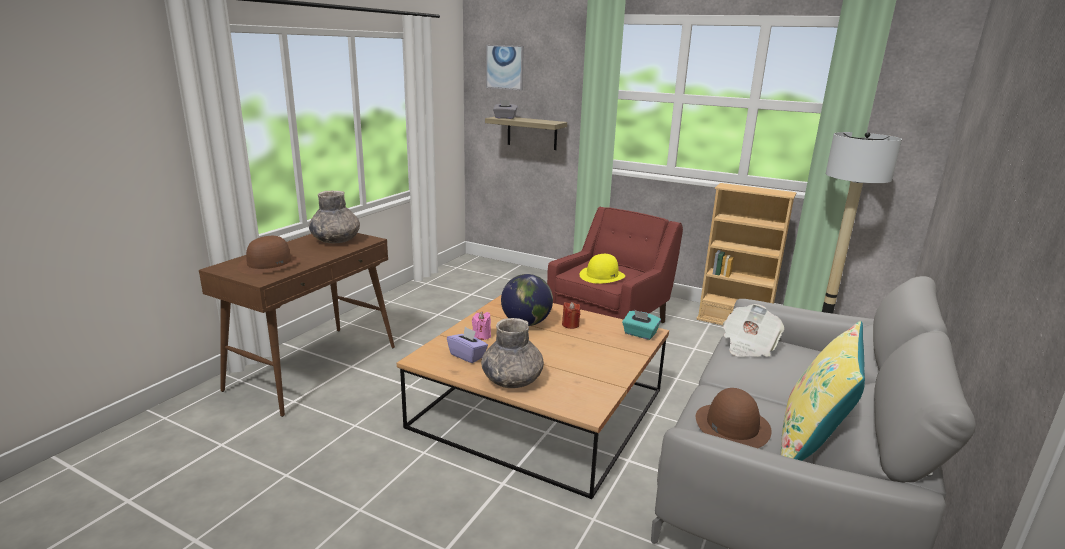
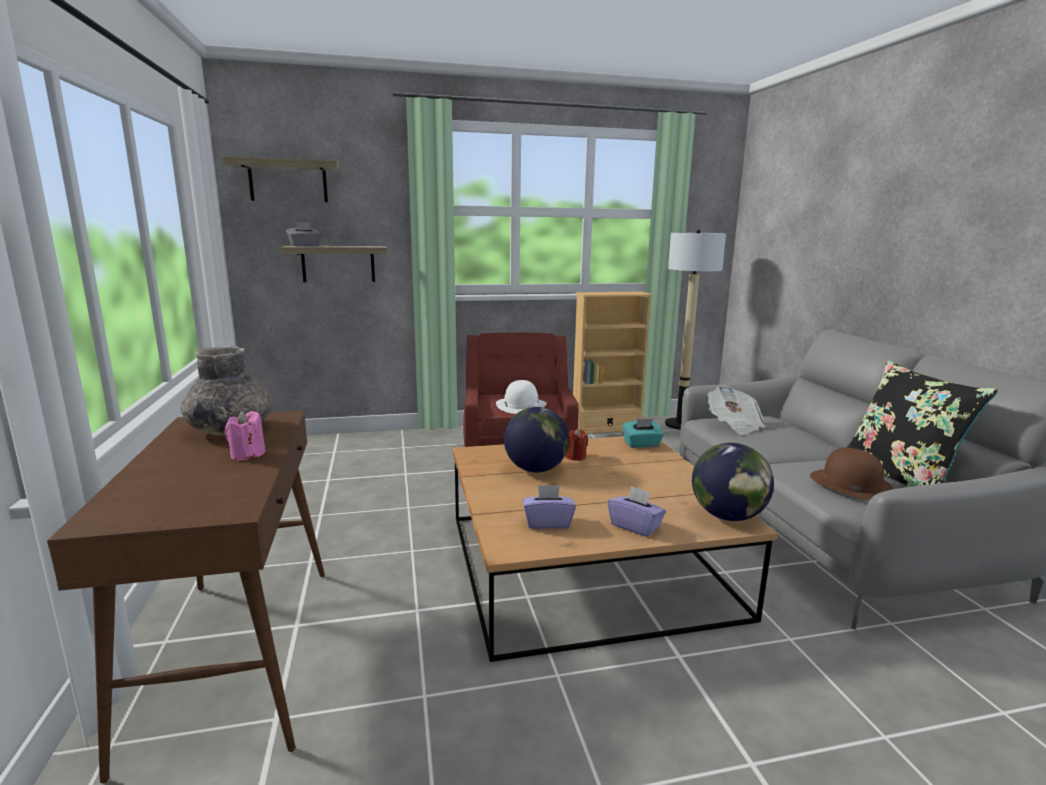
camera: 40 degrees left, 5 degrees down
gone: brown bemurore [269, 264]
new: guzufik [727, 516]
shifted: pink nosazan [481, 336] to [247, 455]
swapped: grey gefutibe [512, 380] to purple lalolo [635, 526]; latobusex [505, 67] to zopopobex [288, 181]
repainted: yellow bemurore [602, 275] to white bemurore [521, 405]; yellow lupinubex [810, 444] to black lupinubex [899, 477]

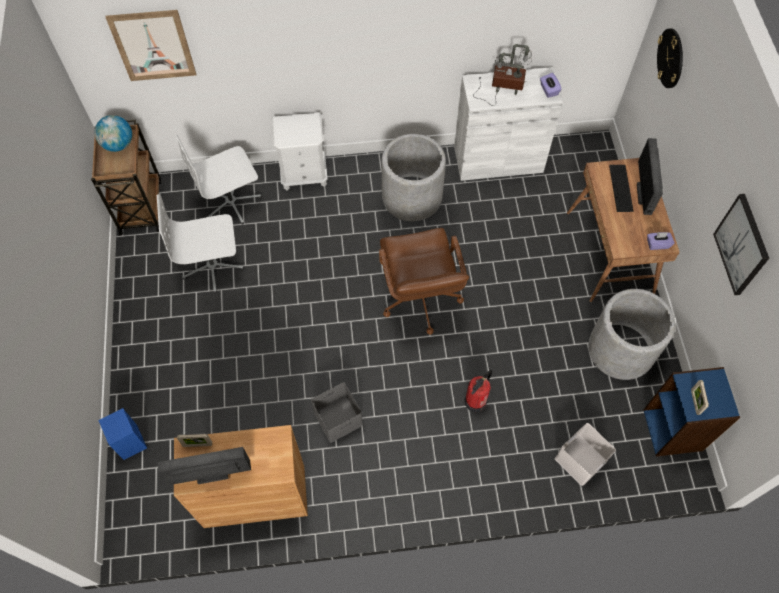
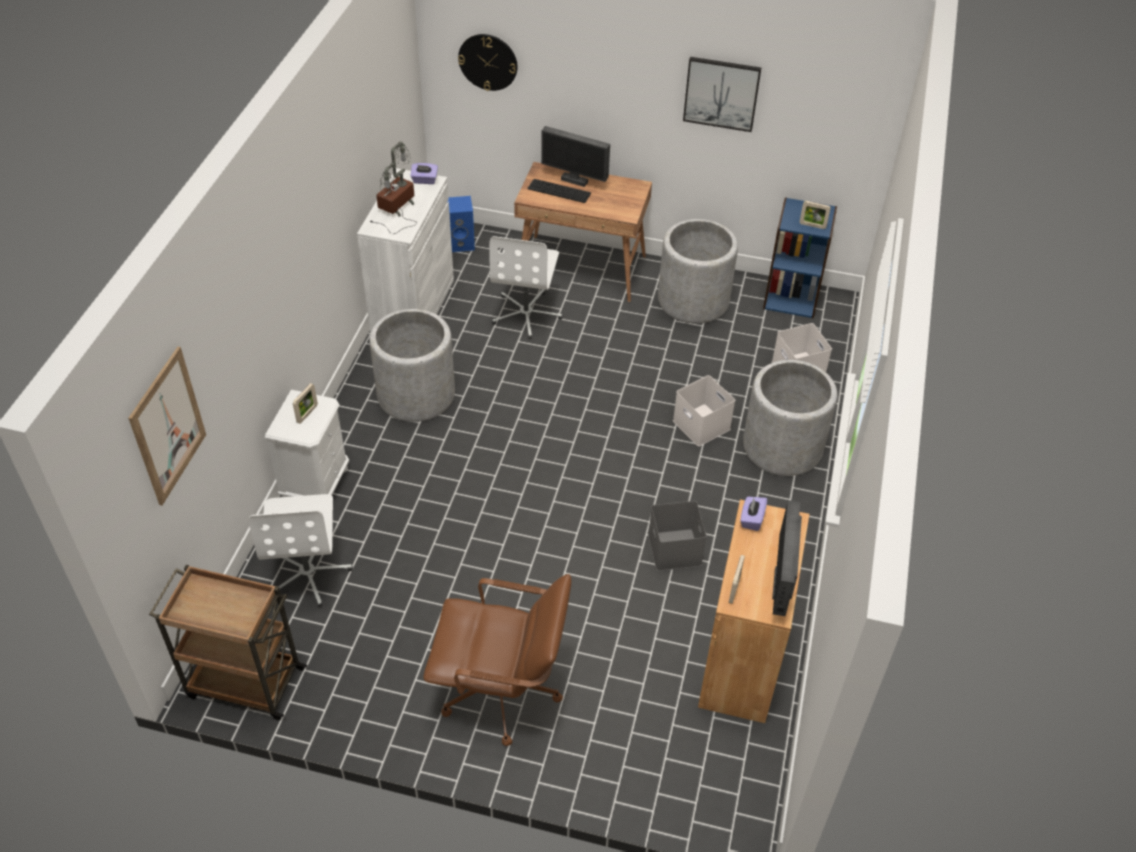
camera: 70 degrees left, 15 degrees down
gone: guzufik [118, 144]
new: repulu [307, 414]; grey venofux [782, 447]
shifted: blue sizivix [131, 442] to [460, 243]; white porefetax [213, 266] to [526, 314]; brown porefetax [420, 299] to [502, 693]; purple lalolo [657, 244] to [751, 519]
swapped: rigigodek [476, 401] to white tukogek [702, 425]

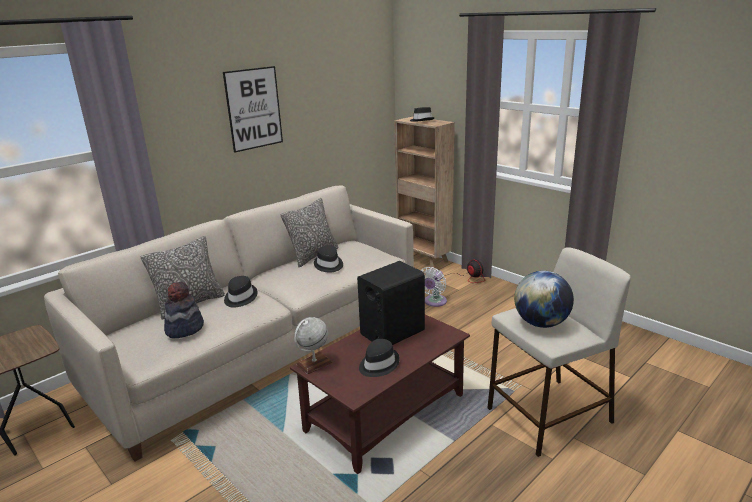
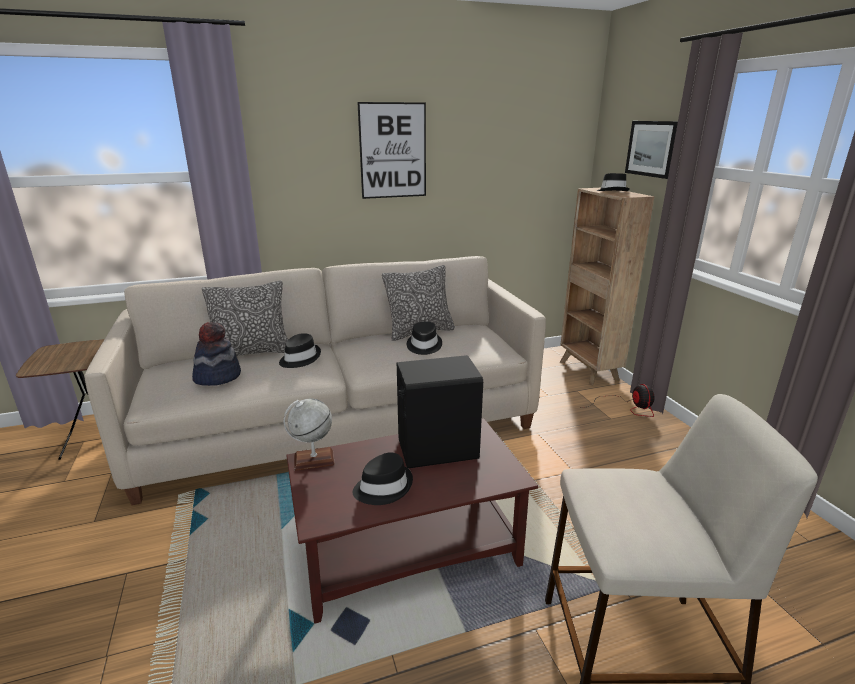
camera: 25 degrees right, 0 degrees up
gone: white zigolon [434, 302]; guzufik [541, 323]
new: latobusex [652, 148]

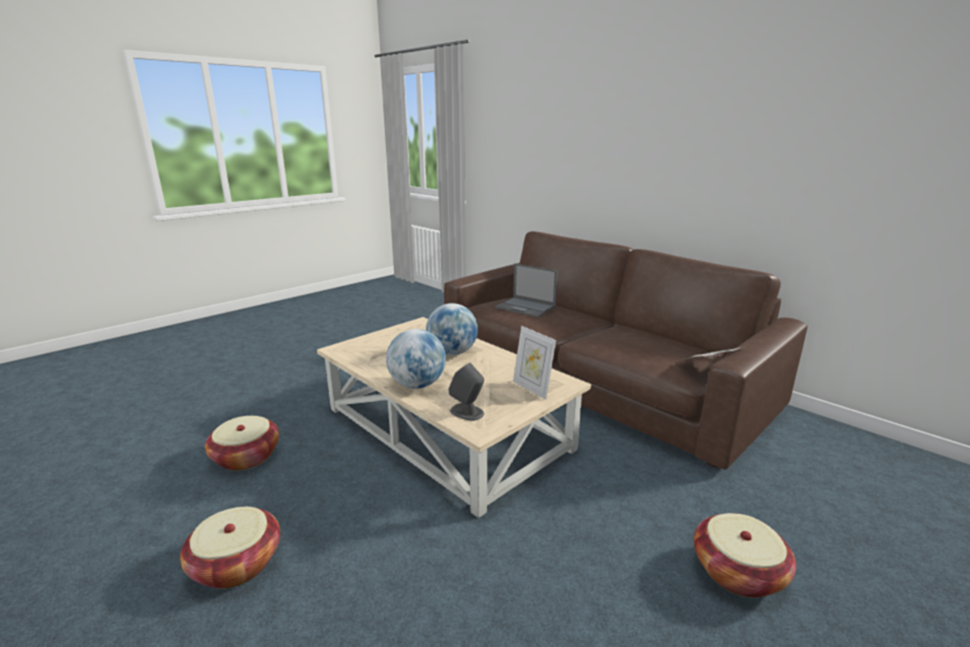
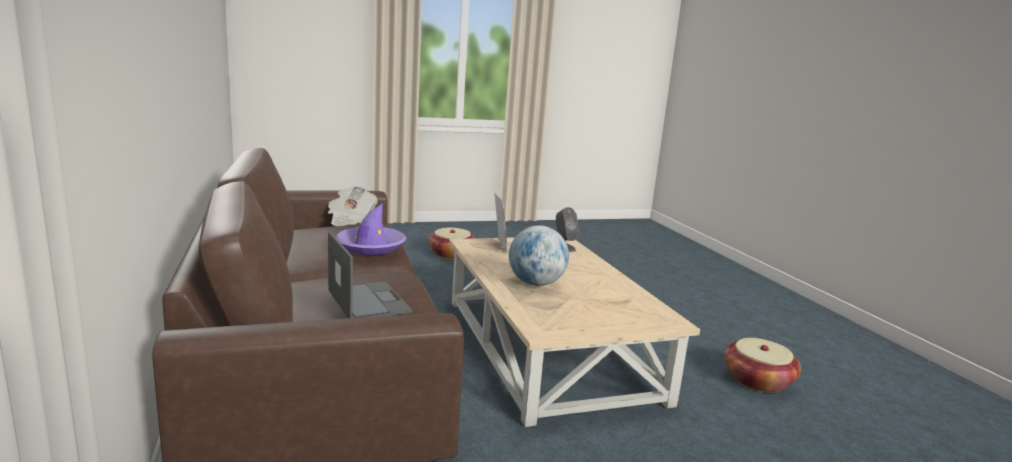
camera: 155 degrees left, 5 degrees down
gone: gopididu [236, 564]; guzufik [417, 385]
new: purple bemurore [371, 246]

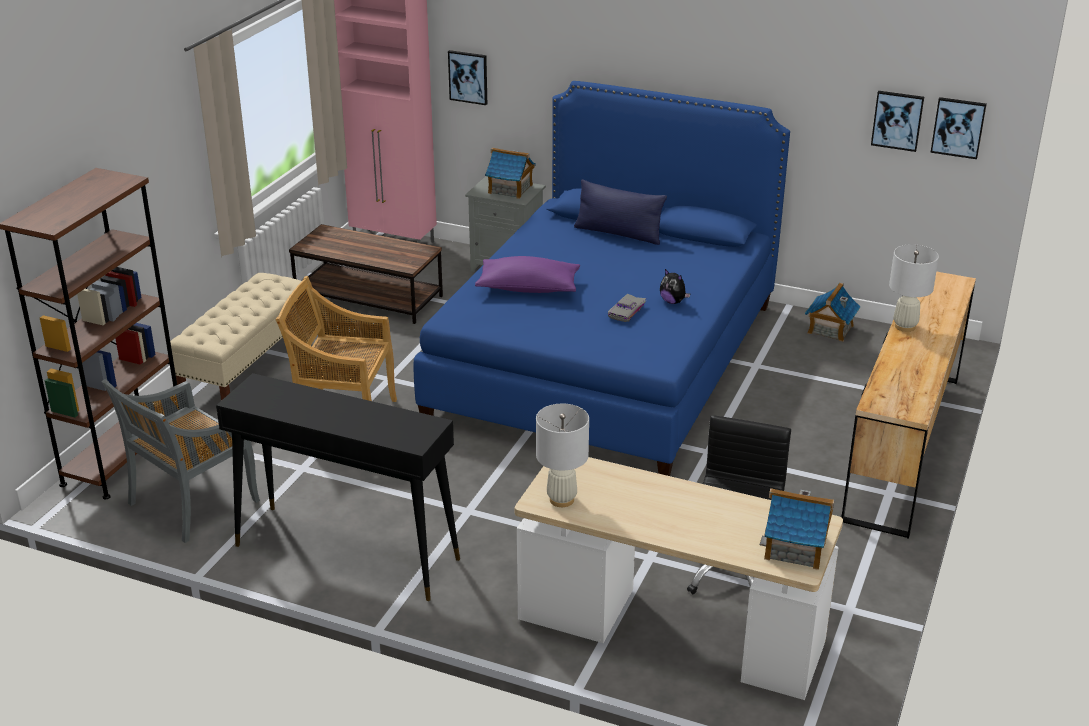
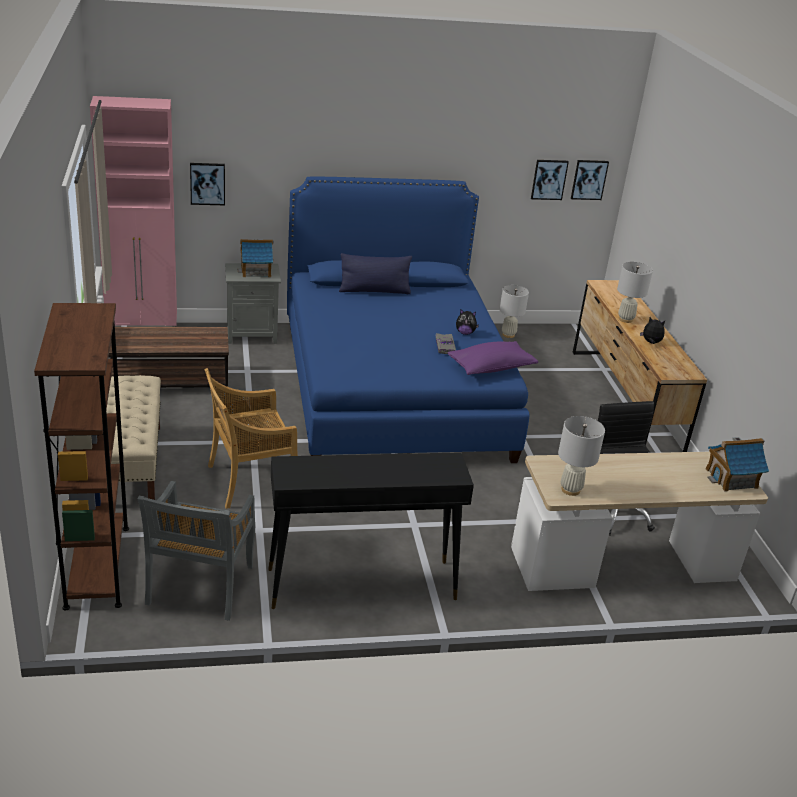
camera: 35 degrees left, 0 degrees up
new: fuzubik [651, 343]
shifted: purple lupinubex [528, 288] to [491, 368]
swapped: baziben [830, 329] to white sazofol [508, 335]

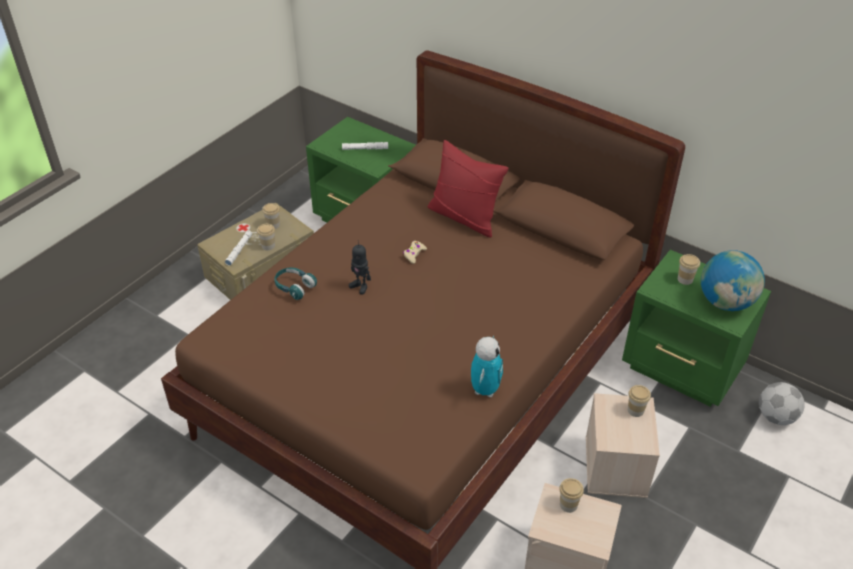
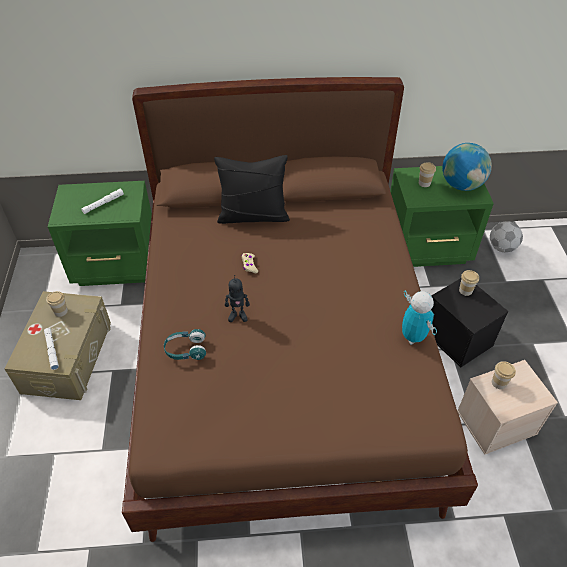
camera: 40 degrees left, 5 degrees up
gone: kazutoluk [268, 246]
repainted: red lupinubex [464, 217] to black lupinubex [253, 216]; beige tukogek [616, 467] to black tukogek [458, 338]

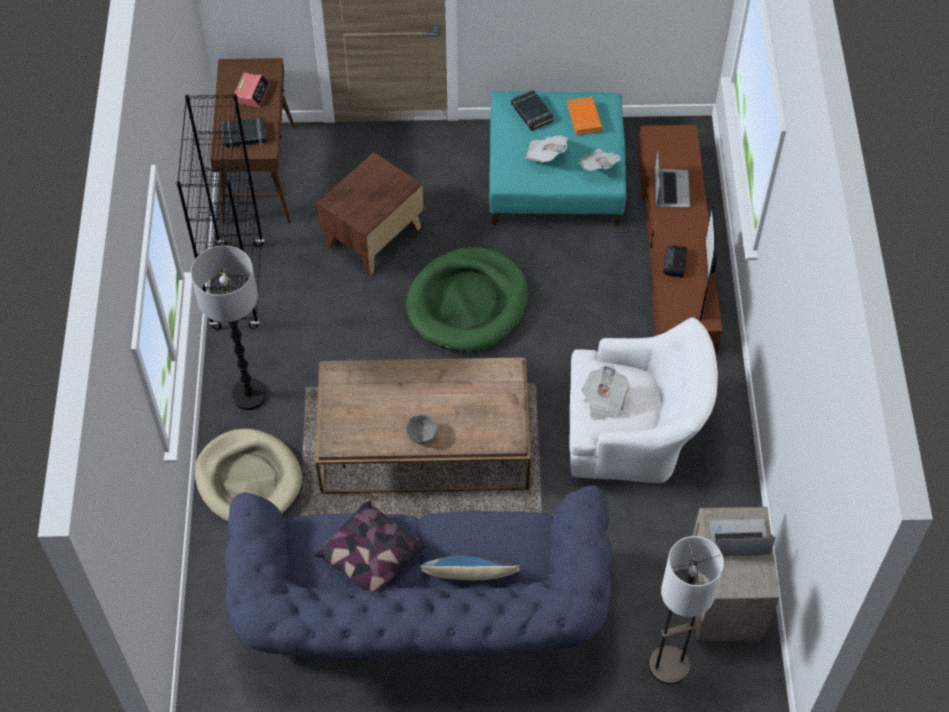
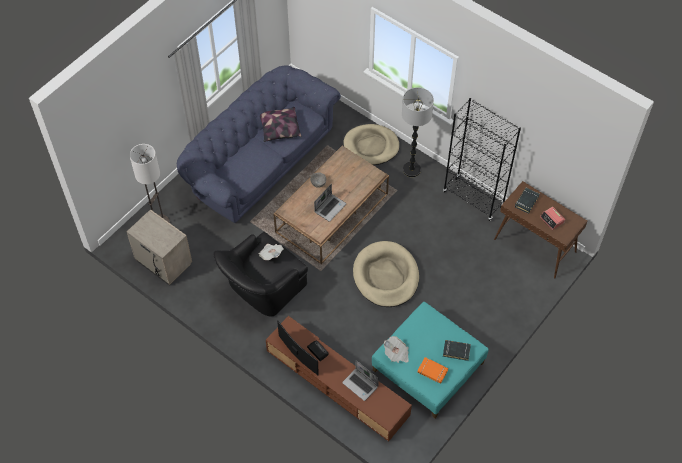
camera: 130 degrees right, 0 degrees up
gone: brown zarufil [372, 236]; lupinubex [470, 578]; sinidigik [545, 155]
shifted: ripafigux [737, 540] to [330, 207]
repainted: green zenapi [468, 303] to beige zenapi [386, 276]; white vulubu [634, 433] to black vulubu [262, 288]

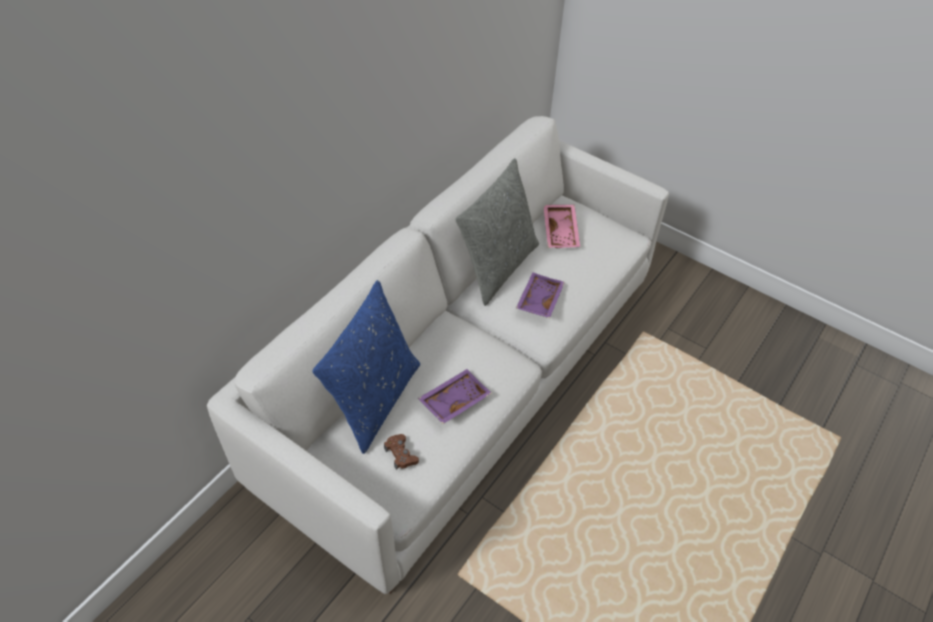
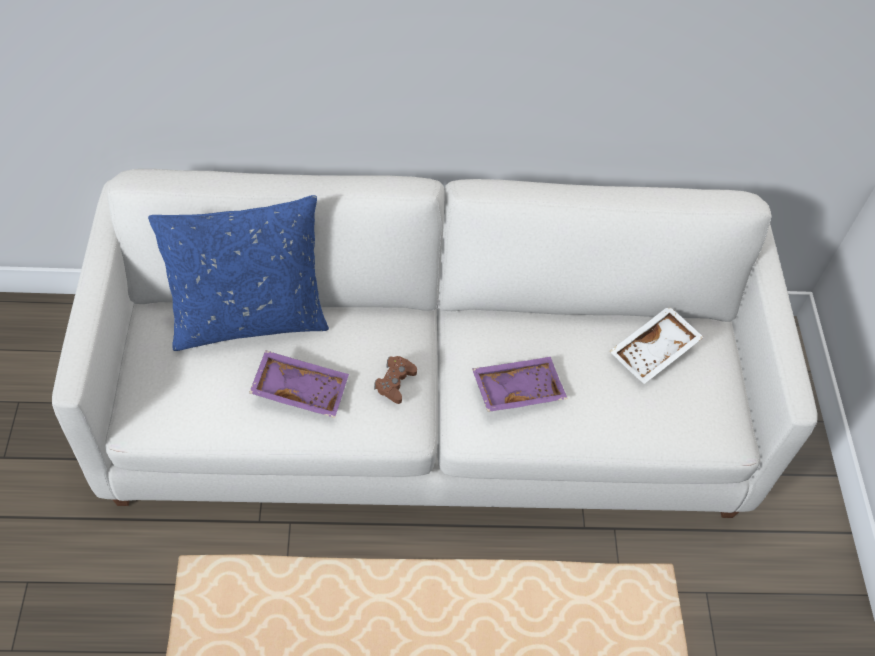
camera: 50 degrees right, 5 degrees up
gone: grey lupinubex [497, 266]
shifted: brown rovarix [401, 454] to [395, 382]
repainted: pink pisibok [561, 231] to white pisibok [654, 352]

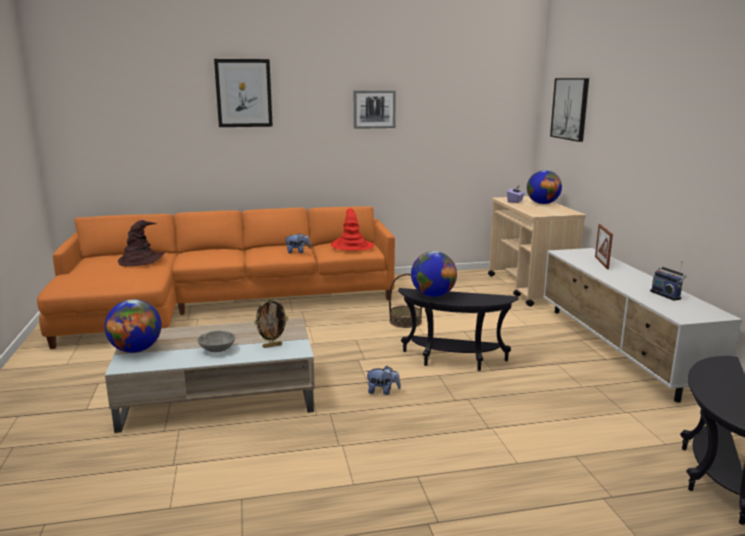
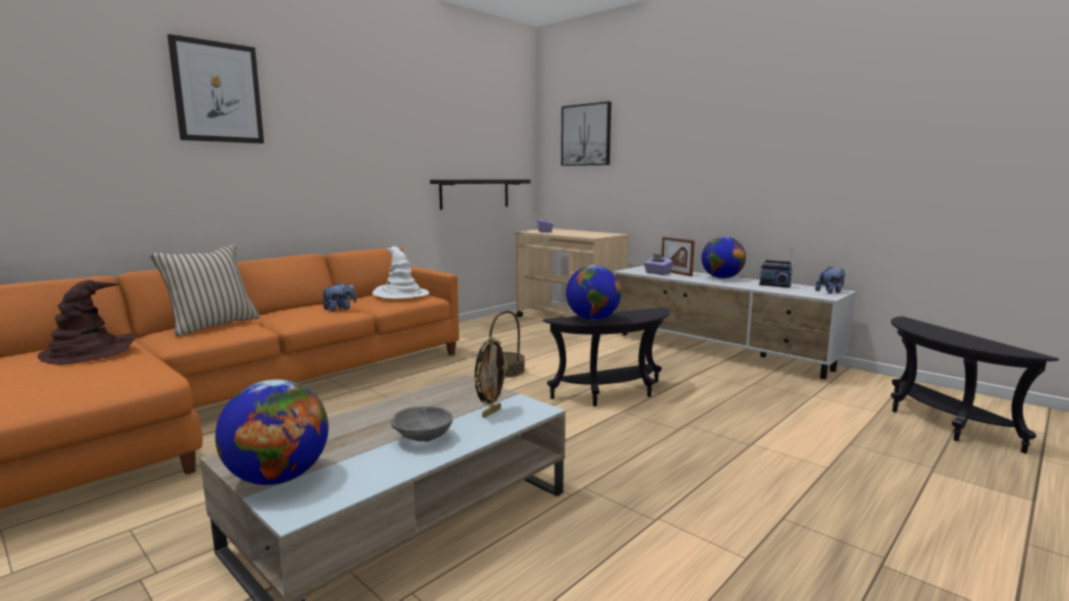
camera: 35 degrees left, 5 degrees down
gone: latobusex [374, 109]
new: beige lupinubex [212, 325]; black zopopobex [475, 193]; purple lalolo [657, 273]
shifted: fuzubik [382, 391] to [830, 292]; guzufik [542, 203] to [722, 278]
repainted: red bemurore [352, 246] to white bemurore [400, 294]

